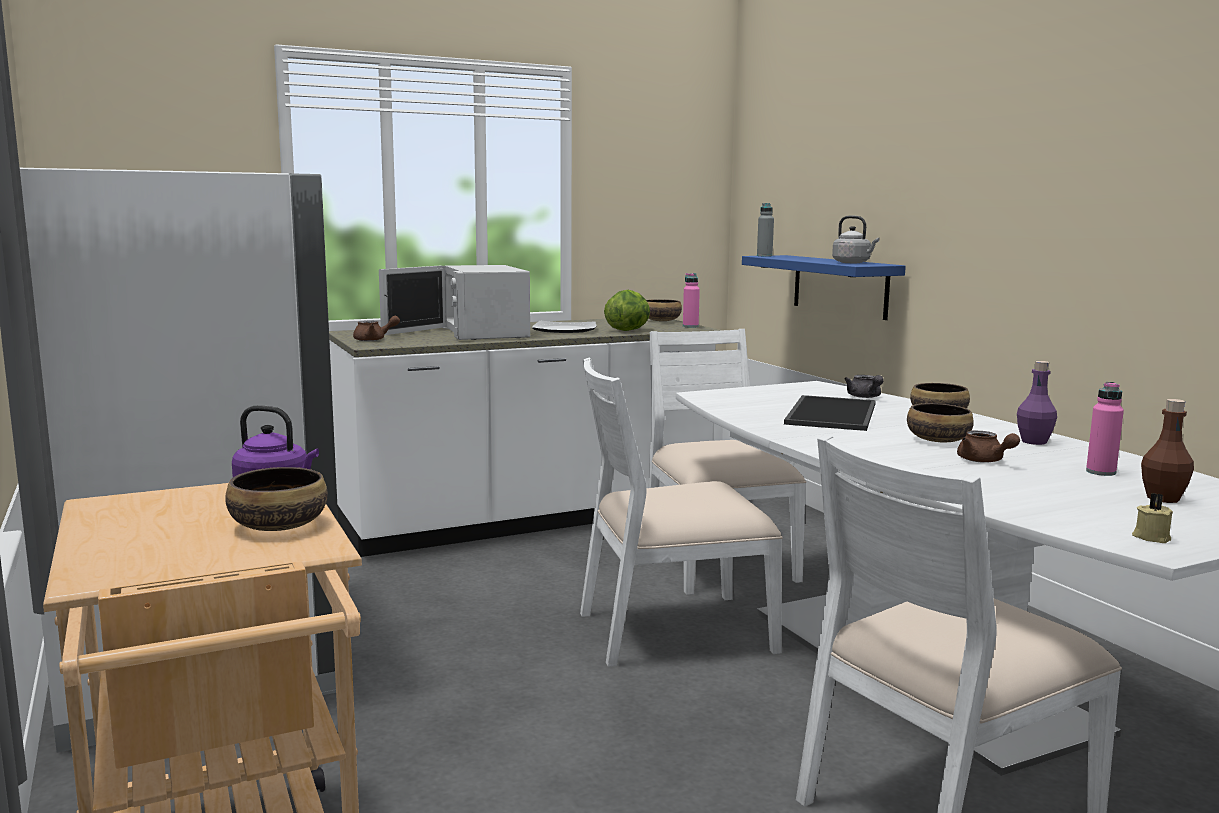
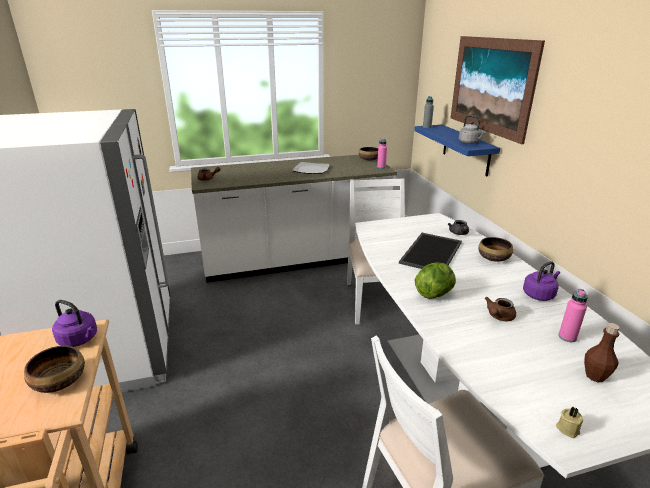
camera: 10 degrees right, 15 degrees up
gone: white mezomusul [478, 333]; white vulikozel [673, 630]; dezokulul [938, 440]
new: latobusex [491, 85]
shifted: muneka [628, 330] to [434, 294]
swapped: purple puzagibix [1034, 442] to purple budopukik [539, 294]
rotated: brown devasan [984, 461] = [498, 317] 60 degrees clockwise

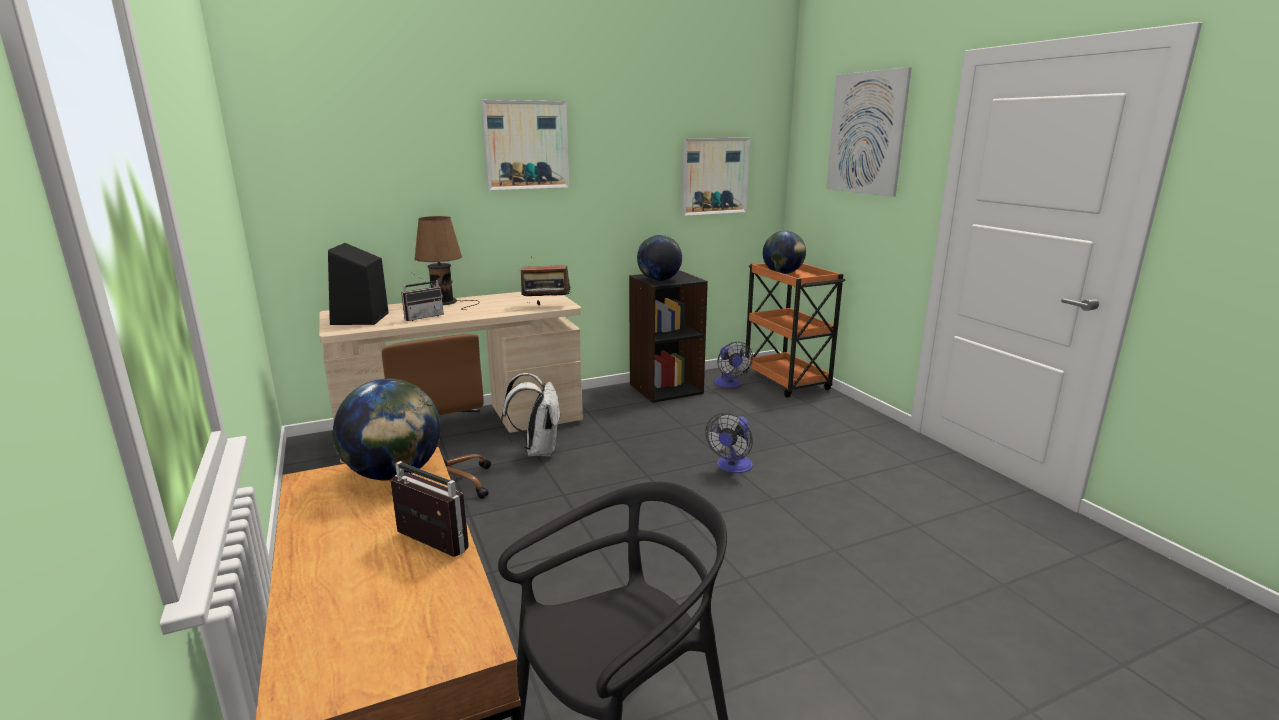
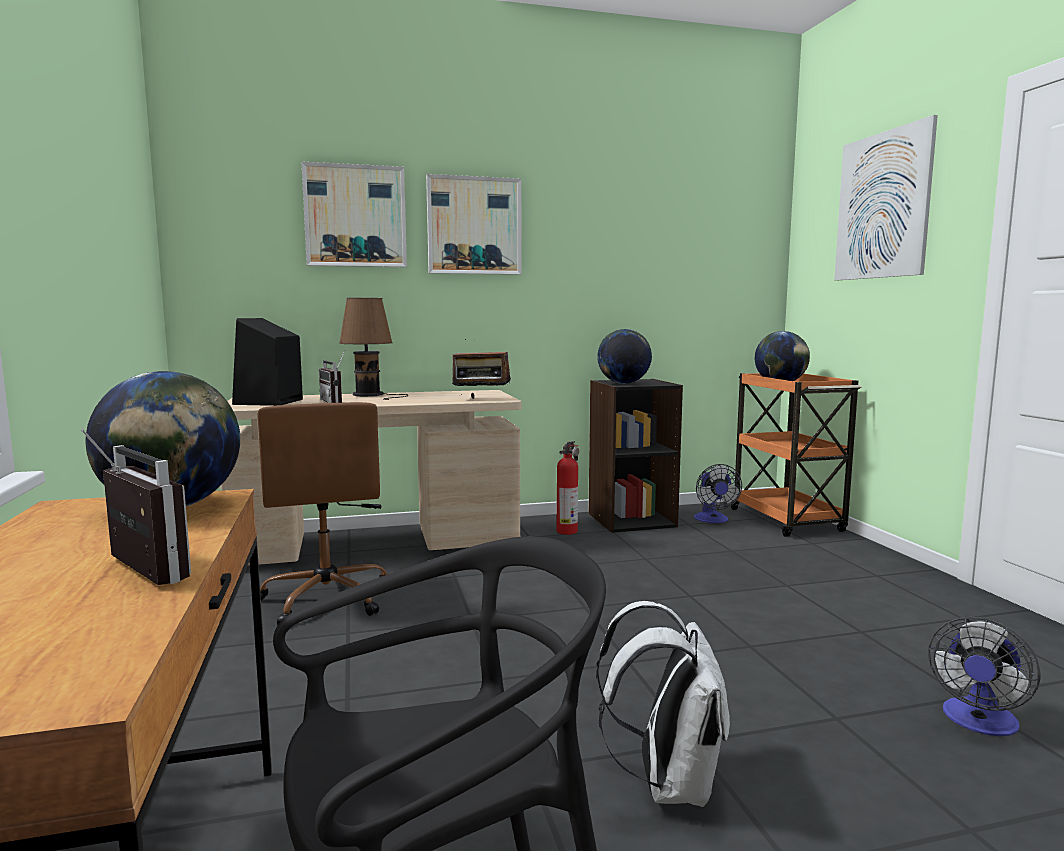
camera: 10 degrees right, 10 degrees down
new: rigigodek [567, 531]
shifted: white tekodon [538, 451] to [667, 782]; latobusex [714, 176] to [355, 216]; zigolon [732, 467] to [978, 722]
rotated: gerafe [423, 317] = [336, 402] 90 degrees clockwise

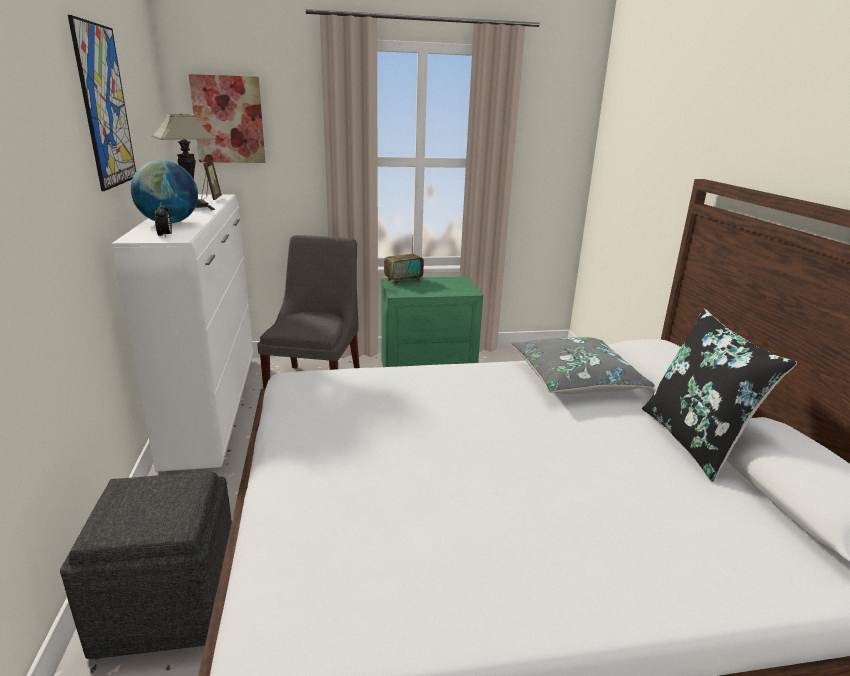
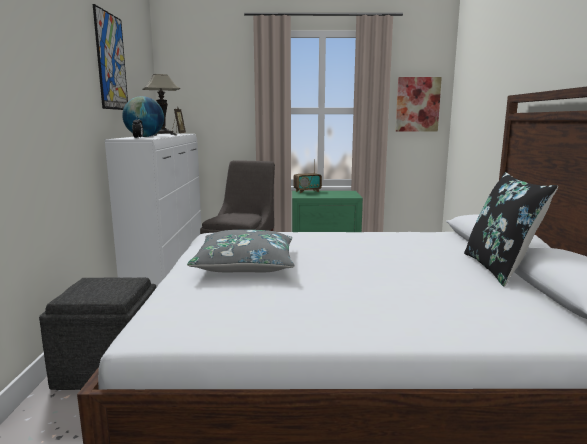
camera: 10 degrees right, 10 degrees down
shifted: latobusex [228, 120] to [417, 104]; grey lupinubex [575, 378] to [245, 264]

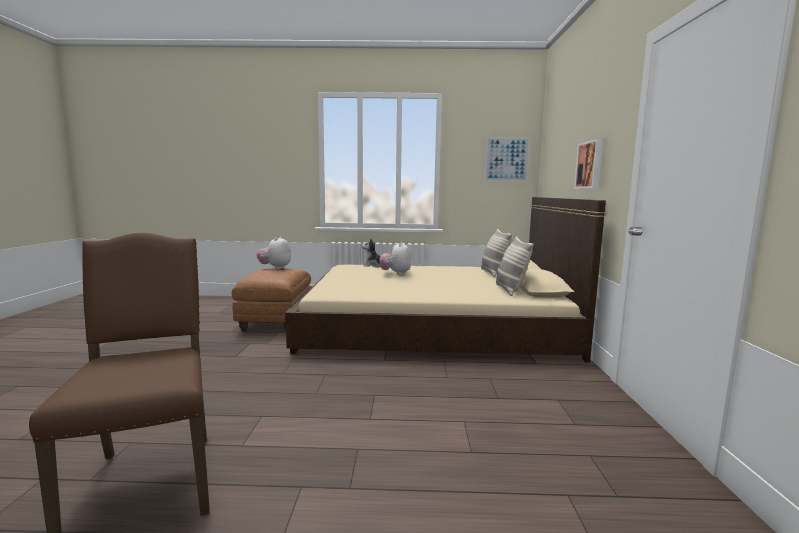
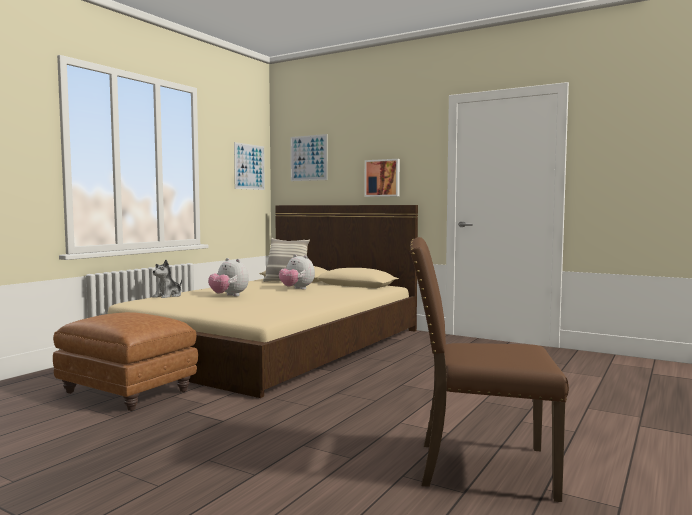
camera: 60 degrees left, 5 degrees down
gone: lupinubex [510, 290]
new: latobusex [308, 158]
shifted: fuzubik [275, 268] to [297, 289]

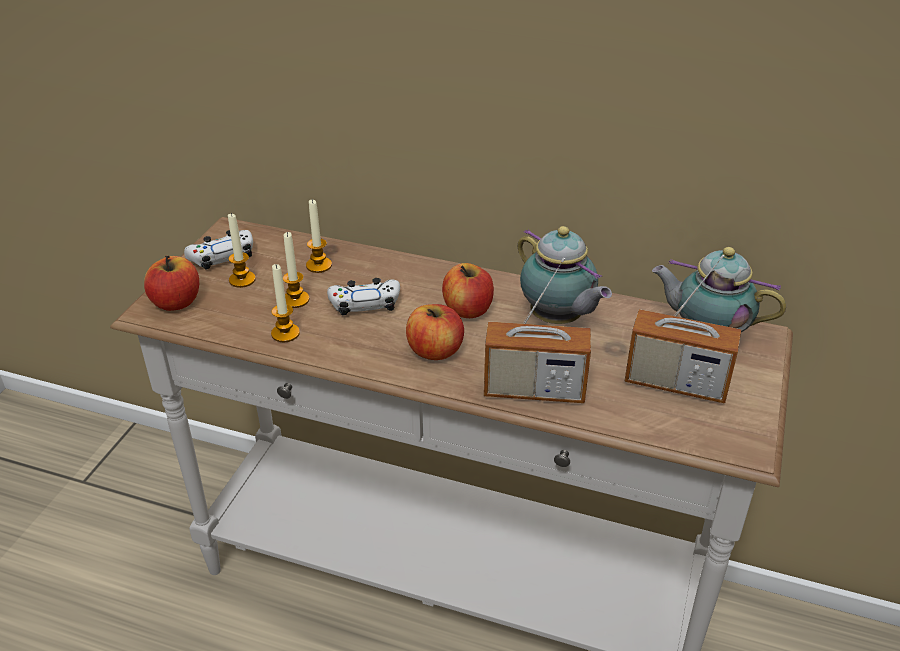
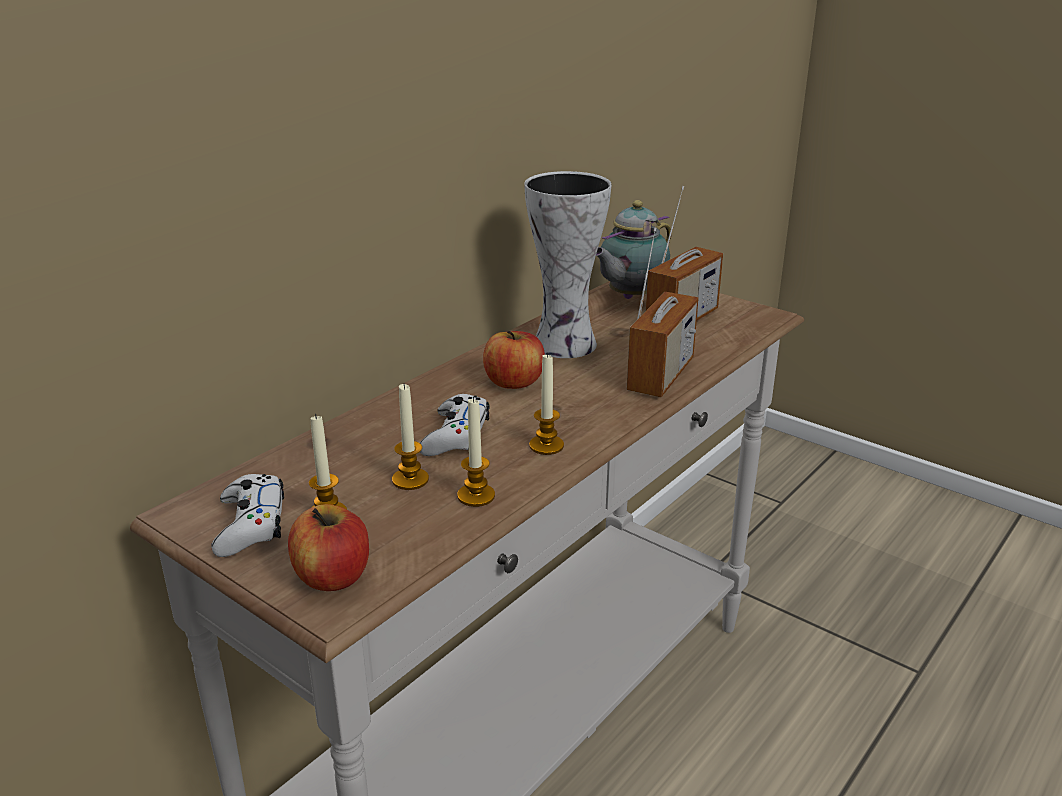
camera: 70 degrees left, 10 degrees down
gone: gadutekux [435, 350]
shifted: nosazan [319, 265] to [546, 446]
swapped: devasan [557, 320] to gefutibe [563, 345]

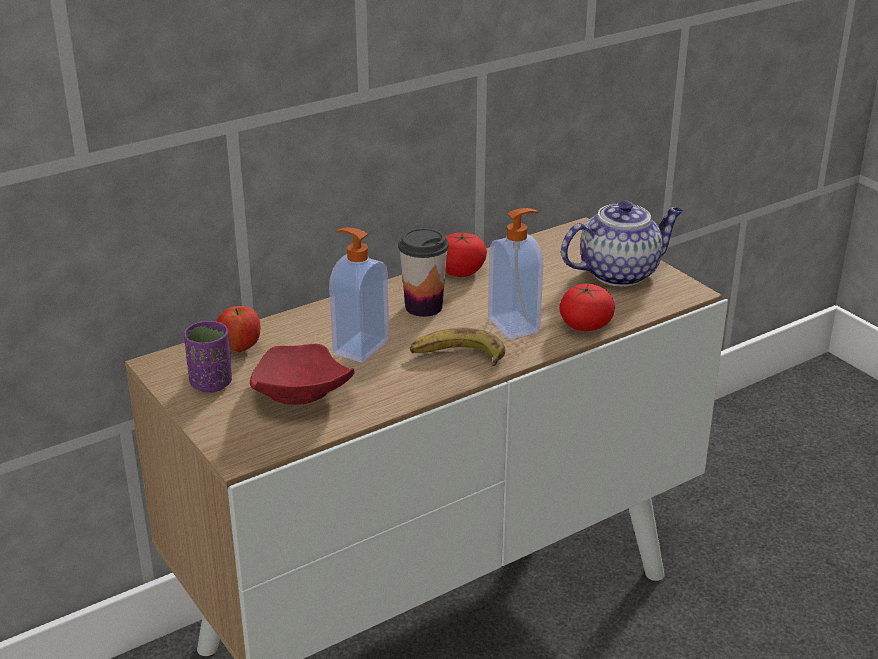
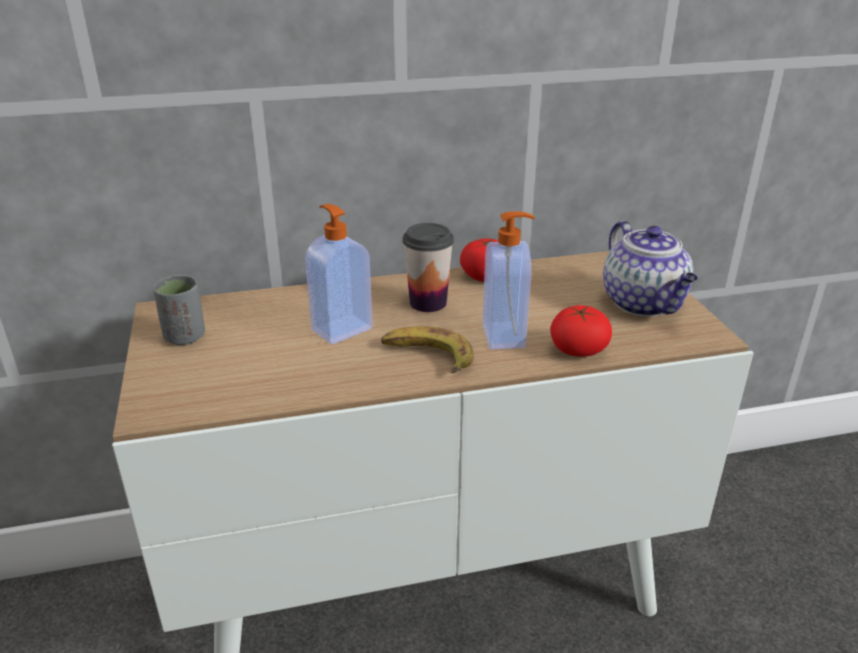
camera: 20 degrees right, 0 degrees up
gone: gadutekux [240, 348]; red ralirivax [299, 393]
repainted: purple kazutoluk [211, 384] to grey kazutoluk [185, 337]
rotated: devasan [620, 273] = [644, 304] 75 degrees clockwise

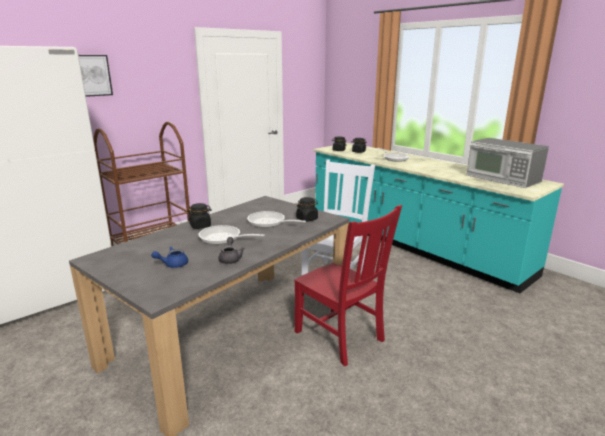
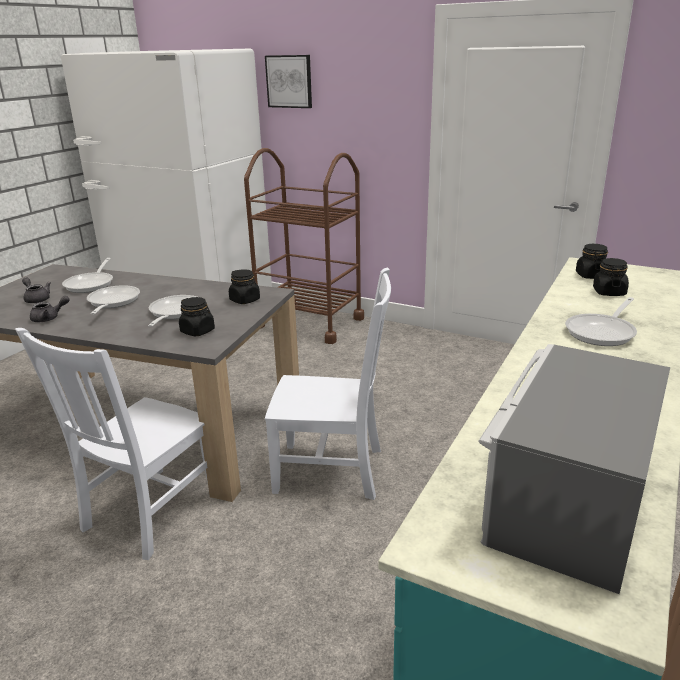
camera: 70 degrees right, 5 degrees up
new: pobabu [91, 284]
shifted: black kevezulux [200, 226] to [245, 300]
repainted: blue devasan [173, 264] to grey devasan [36, 299]; red vulikozel [341, 337] to white vulikozel [149, 513]

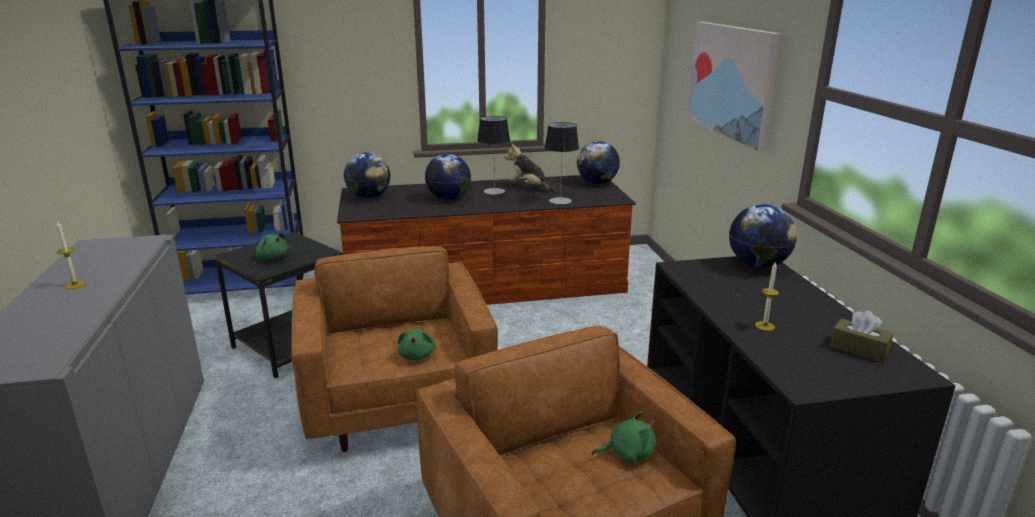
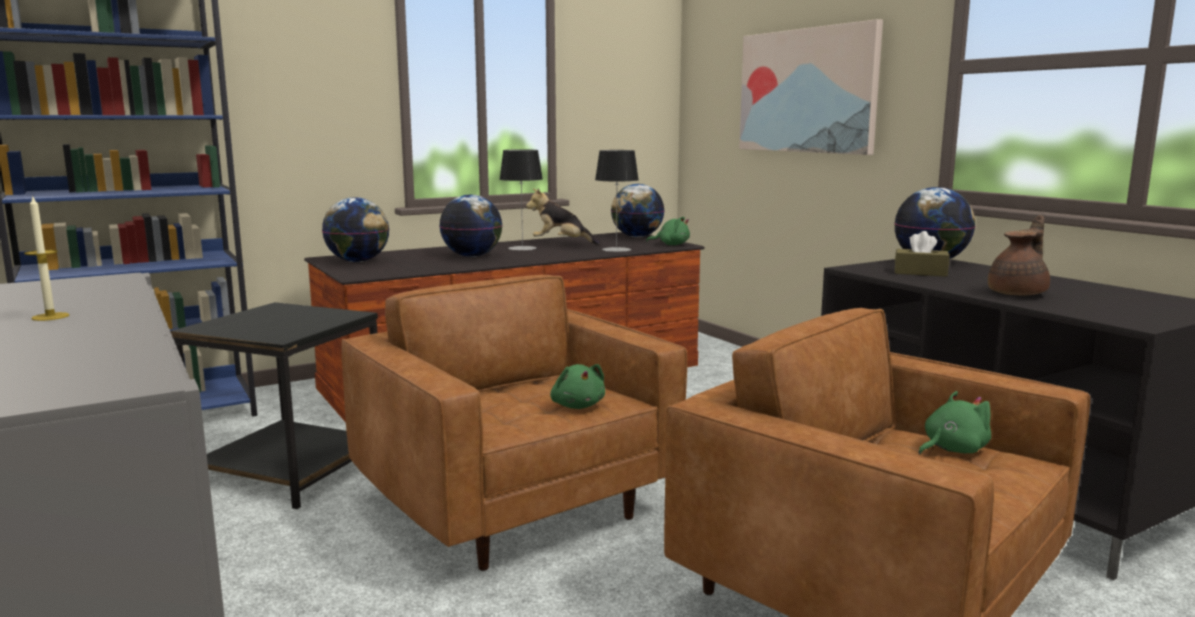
camera: 20 degrees left, 10 degrees down
shifted: green fuzubik [272, 257] to [671, 245]; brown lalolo [859, 349] to [920, 273]
swapped: nosazan [764, 326] to brown devasan [1019, 293]

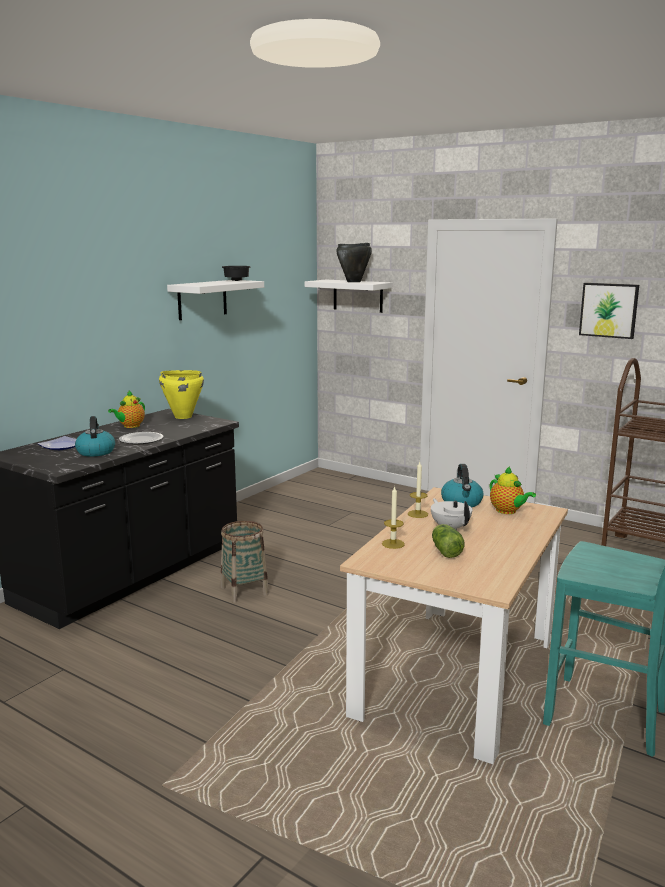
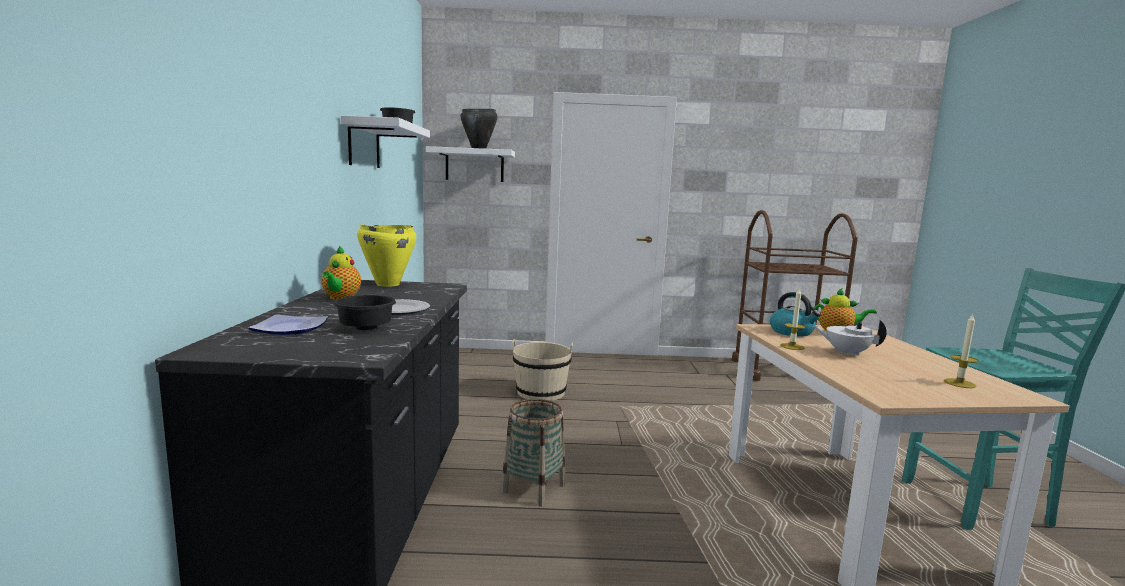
camera: 35 degrees left, 5 degrees down
gone: muneka [445, 550]; latobusex [609, 310]
new: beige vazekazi [541, 392]
shifted: nosazan [393, 544] to [959, 383]
swapped: budopukik [95, 452] to black dezokulul [366, 329]

